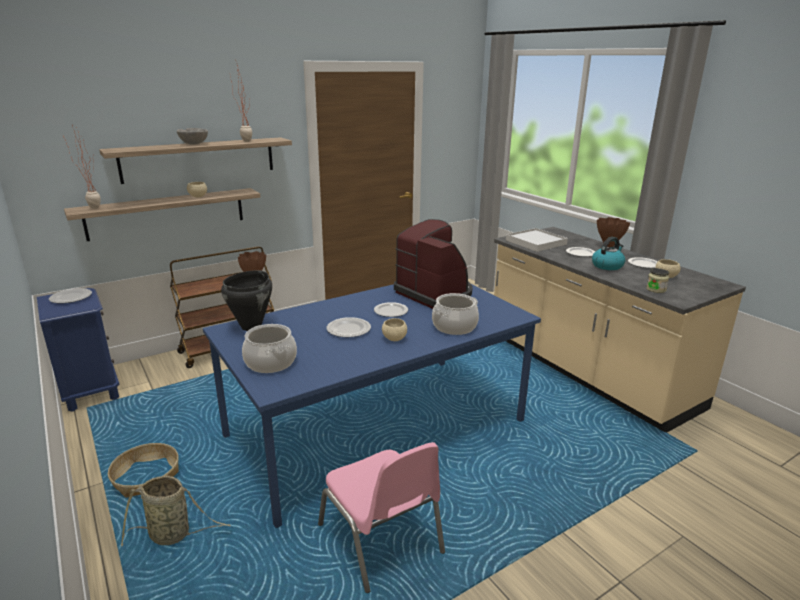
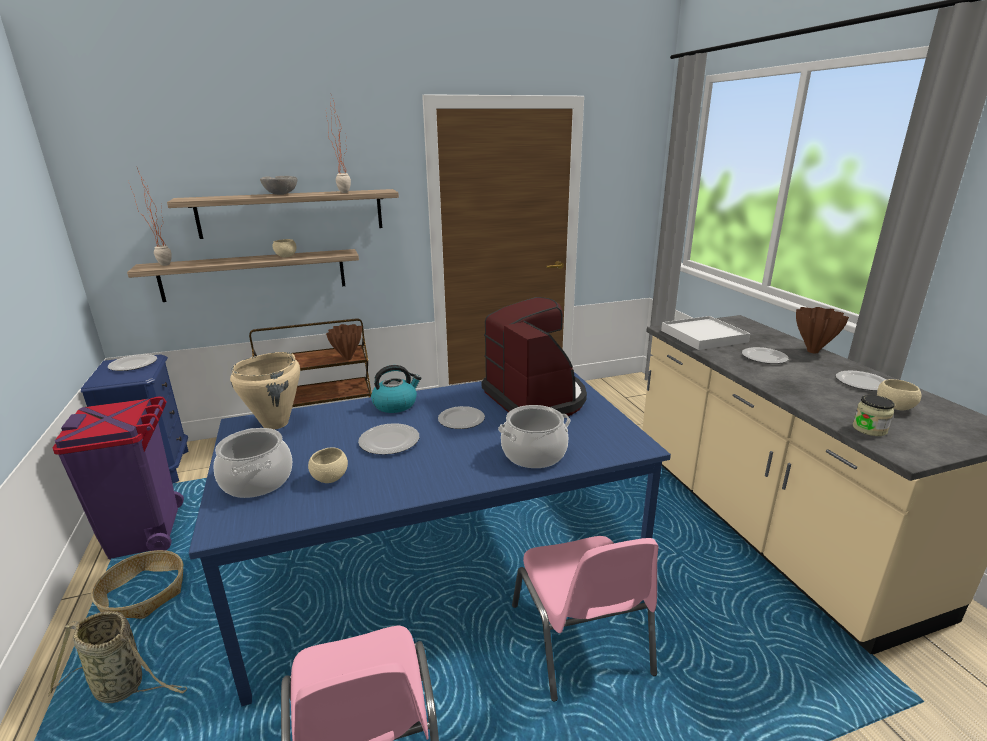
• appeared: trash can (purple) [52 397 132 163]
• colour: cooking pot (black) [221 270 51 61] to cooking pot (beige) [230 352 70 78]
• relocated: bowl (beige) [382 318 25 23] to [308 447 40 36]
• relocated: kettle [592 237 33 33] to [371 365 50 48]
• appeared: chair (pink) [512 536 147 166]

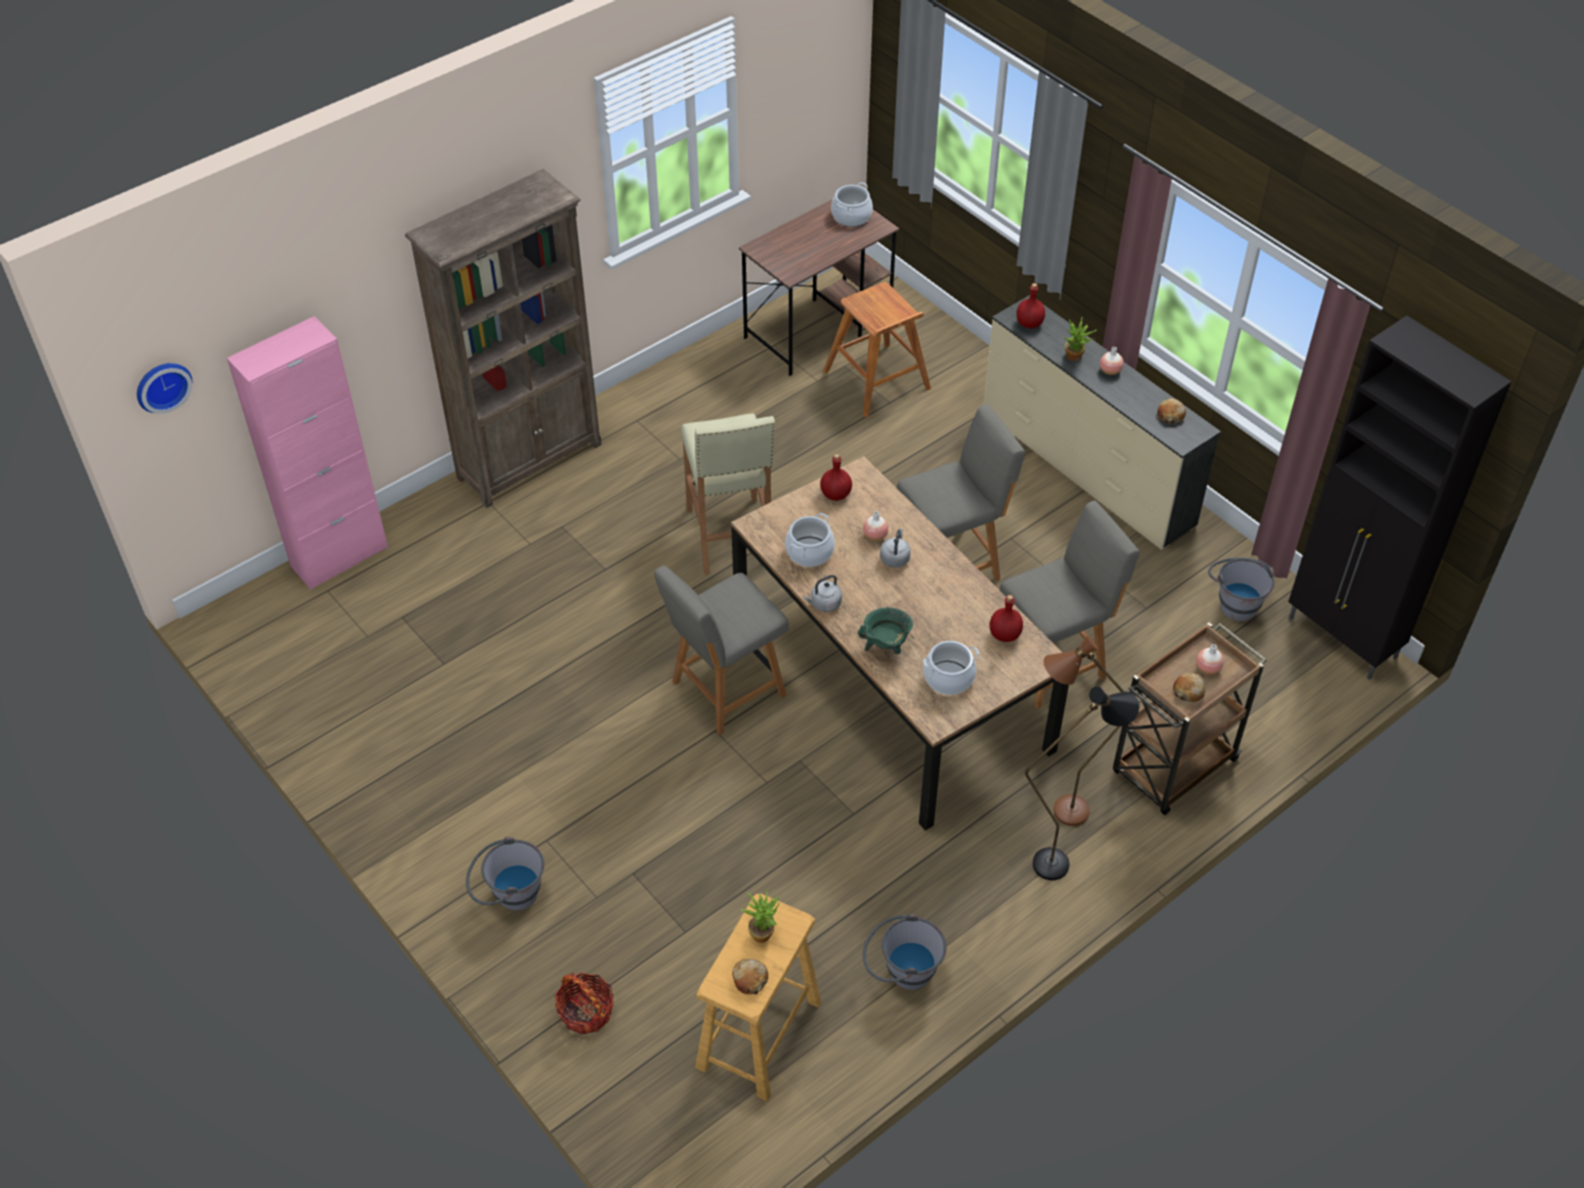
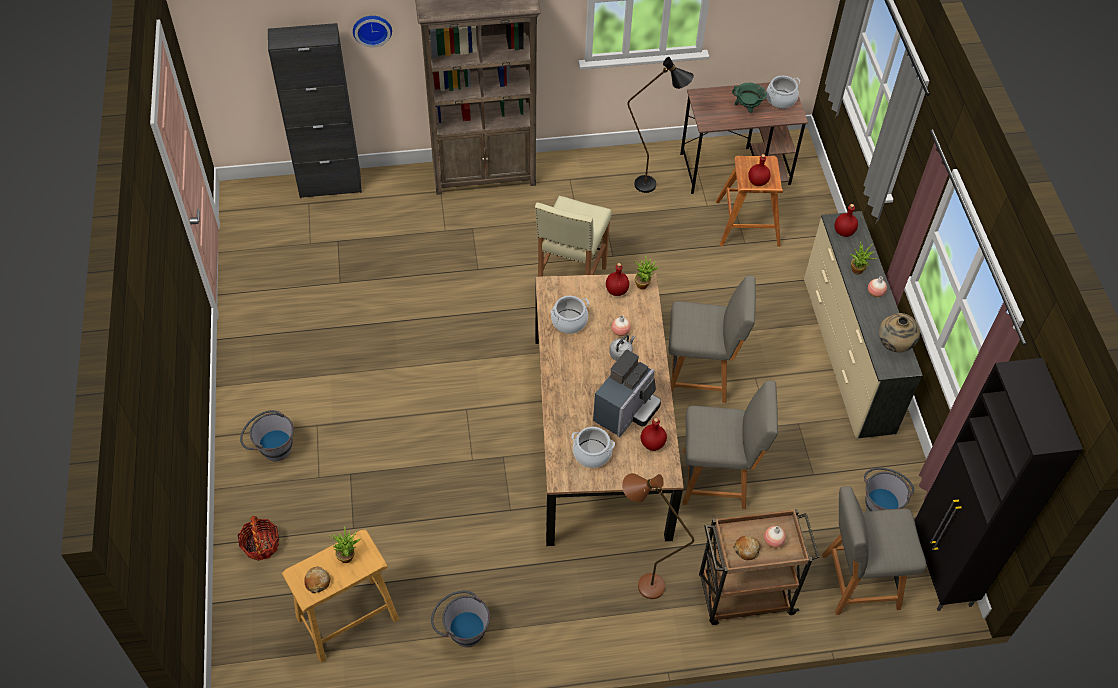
• colour: cabinet (pink) [227 316 161 274] to cabinet (black) [268 23 94 175]
• relocated: wall clock [137 363 55 51] to [353 16 39 32]
• appeared: coffee machine [593 350 68 87]
• relocated: floor lamp (black) [1025 686 114 194] to [627 57 67 136]
• appeared: potted plant [633 256 27 33]
• relocated: cooking pot (green) [858 607 55 47] to [732 83 35 30]
• appeared: bottle (red) [748 154 22 32]
• relocated: chair (grey) [654 566 135 169] to [822 486 104 129]
• exchanged: bread [1157 398 29 26] to vase (beige) [879 313 41 40]
• missing: kettle (grey) [803 575 39 37]

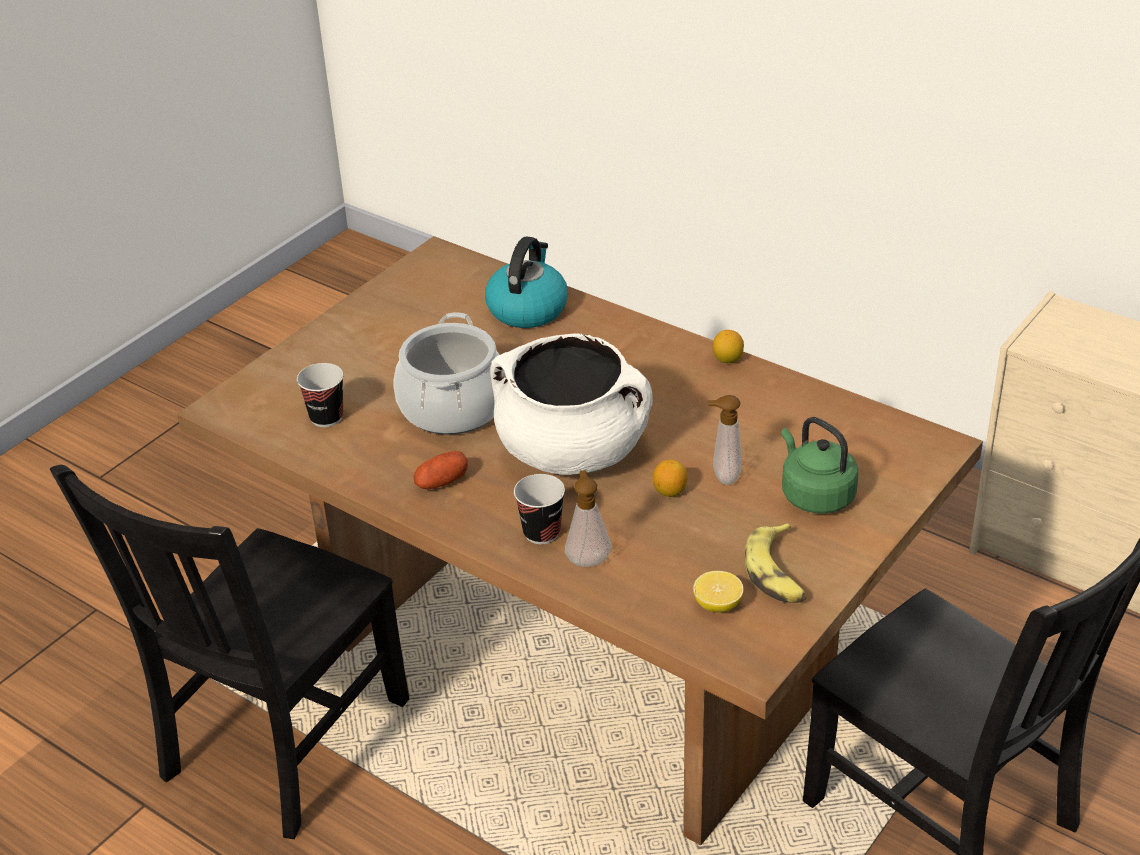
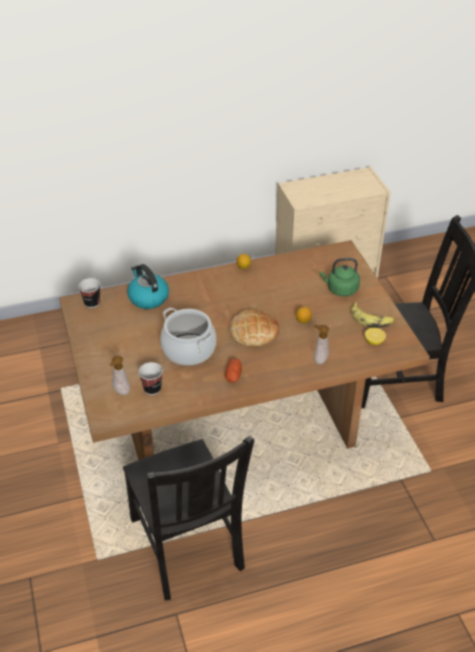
• relocated: cup [514 474 51 70] to [79 278 21 30]
• relocated: soap dispenser [707 395 35 90] to [109 356 21 39]
• exchanged: cooking pot (white) [490 333 163 142] to bread [229 309 50 38]

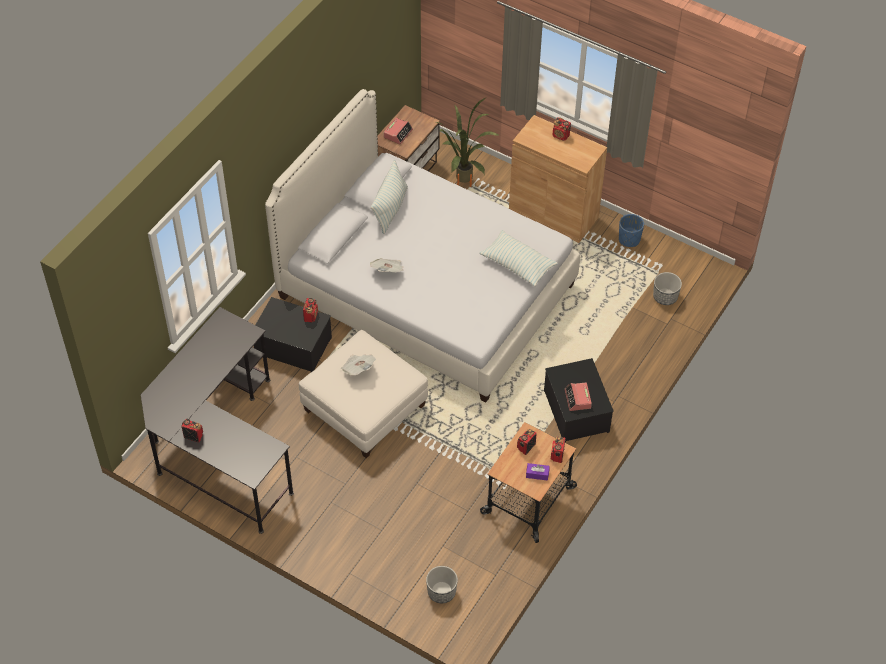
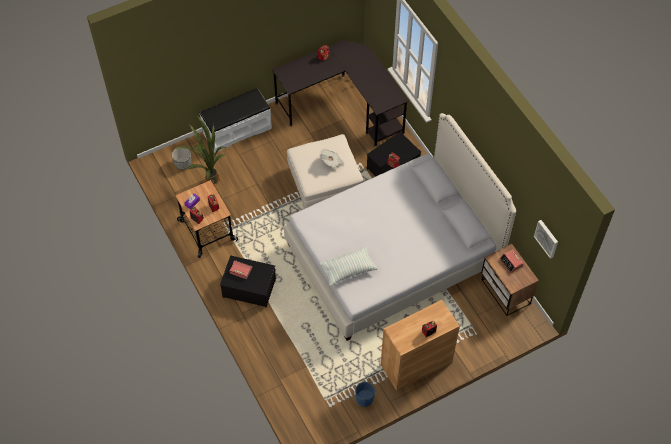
• relocated: potted plant [435 97 65 90] to [175 117 52 70]
• appeared: bench (white) [199 88 73 65]
• appeared: picture [534 220 24 39]
• missing: newspaper [370 258 33 15]
• missing: pillow [371 160 37 74]
• missing: planter [653 272 29 33]

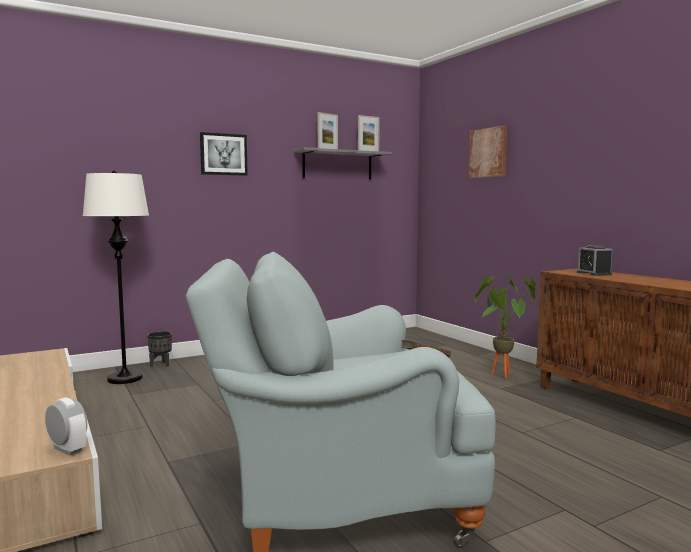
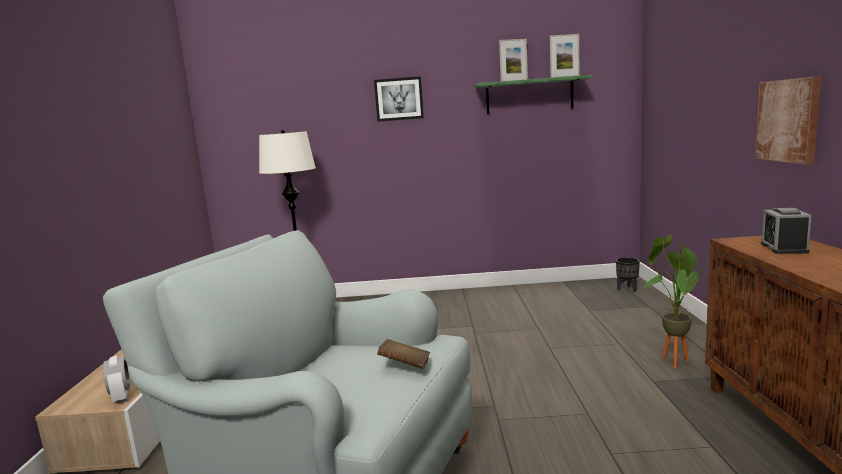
• colour: shelf (grey) [293 147 99 32] to shelf (green) [475 75 118 39]
• relocated: planter (black) [147 331 25 36] to [616 257 24 35]
• relocated: picture [468 125 39 53] to [755 76 66 89]

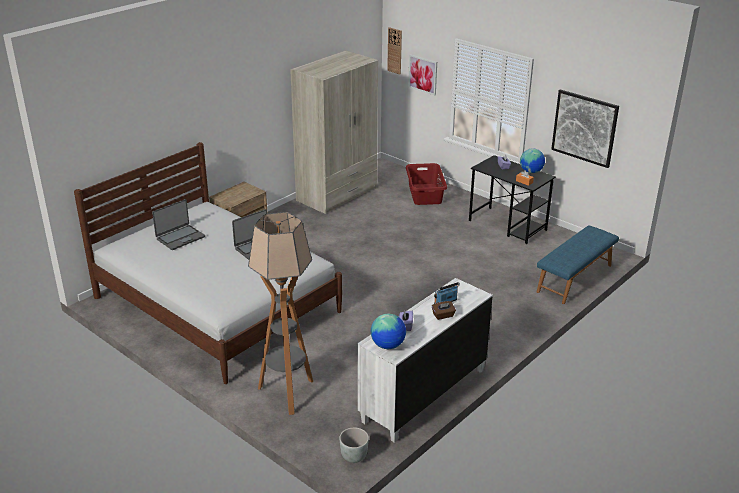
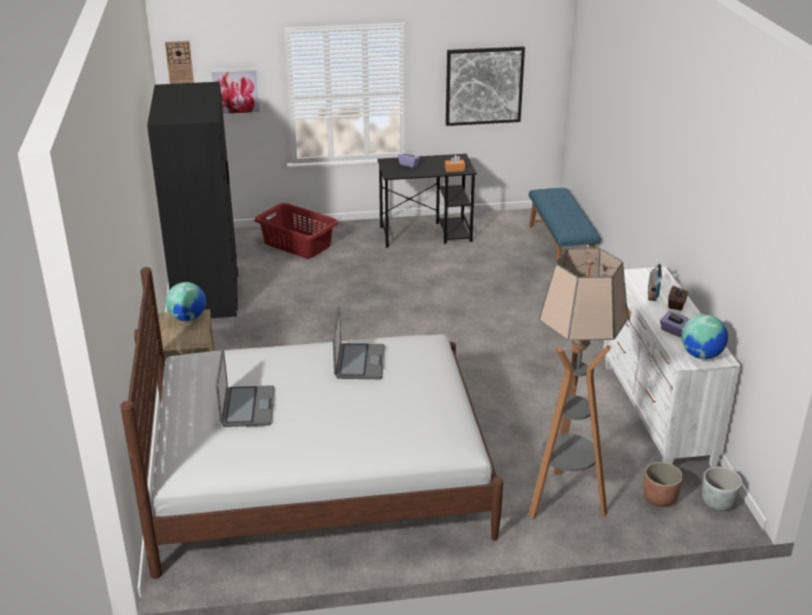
• colour: wardrobe (beige) [290 50 88 164] to wardrobe (black) [147 82 91 236]
• relocated: globe [520 148 25 25] to [166 282 40 39]
• appeared: planter [643 462 40 45]

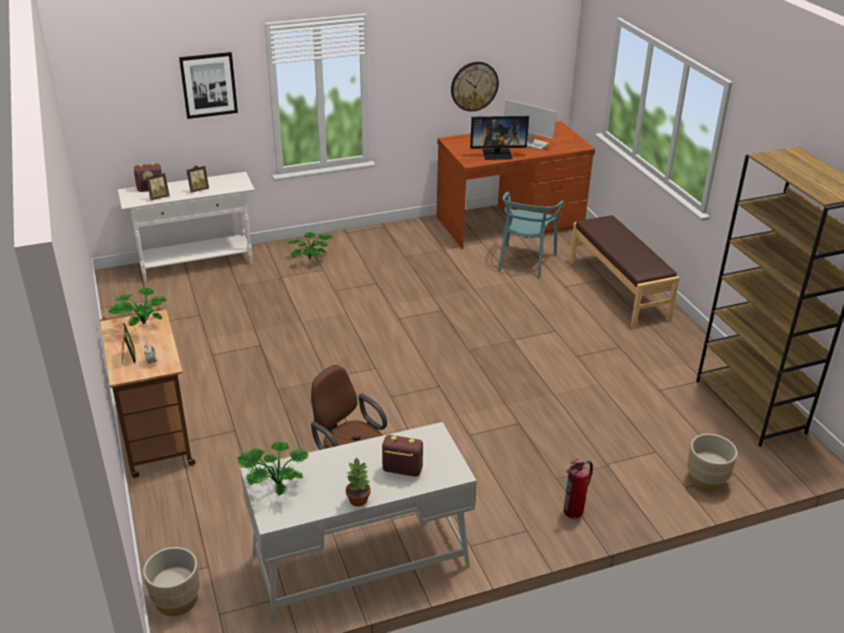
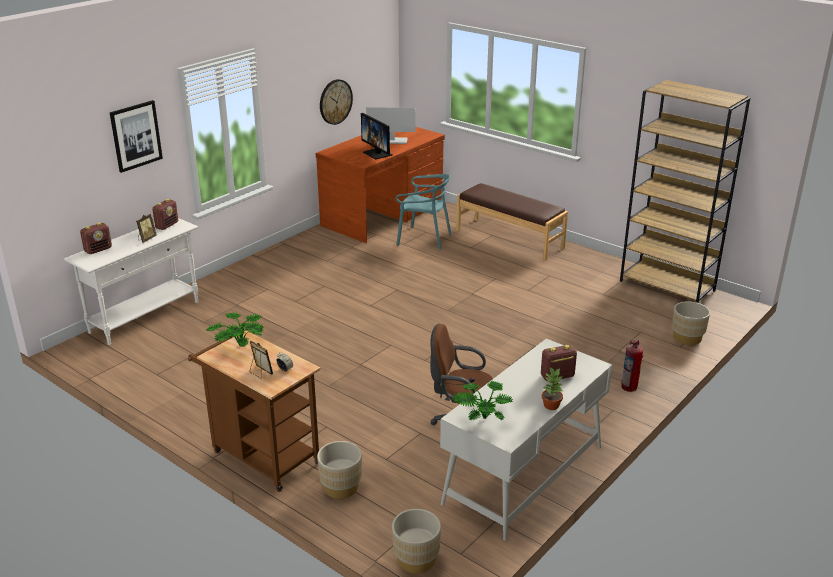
• appeared: radio [152 199 26 31]
• appeared: planter (beige) [317 441 45 58]
• spun: monitor [470 116 59 44] = [361 113 32 46] 90 degrees clockwise
• spun: chair (turquoise) [498 192 66 86] = [395 174 56 76] 60 degrees counterclockwise
• missing: picture frame [146 173 24 27]
• missing: potted plant [288 232 44 28]

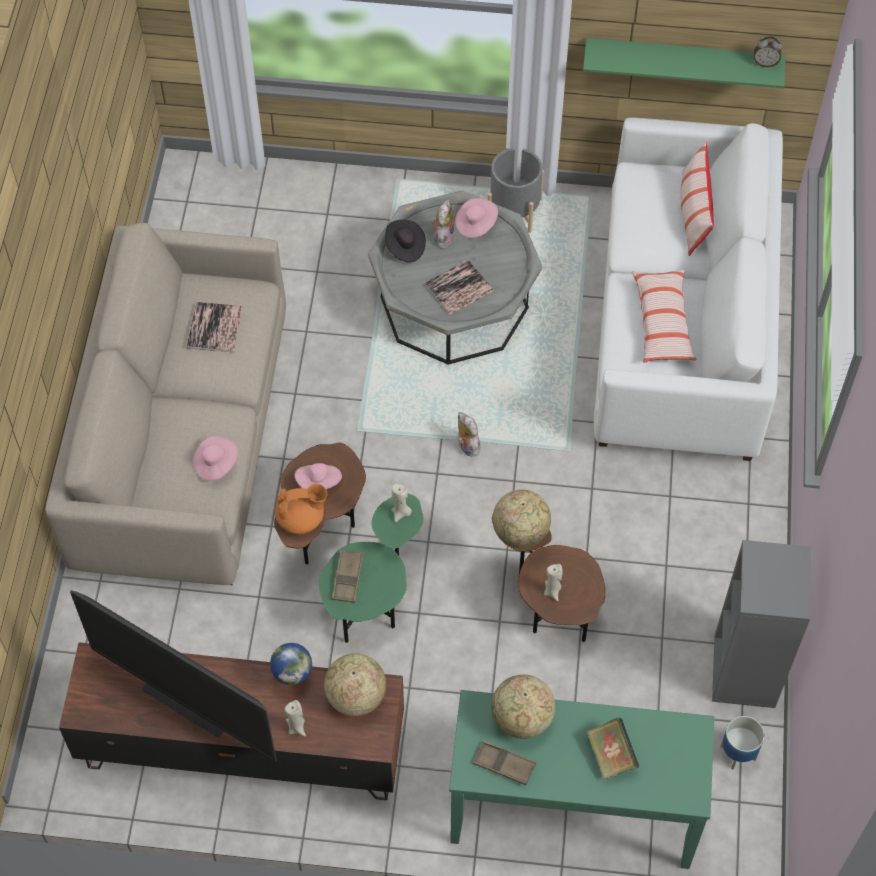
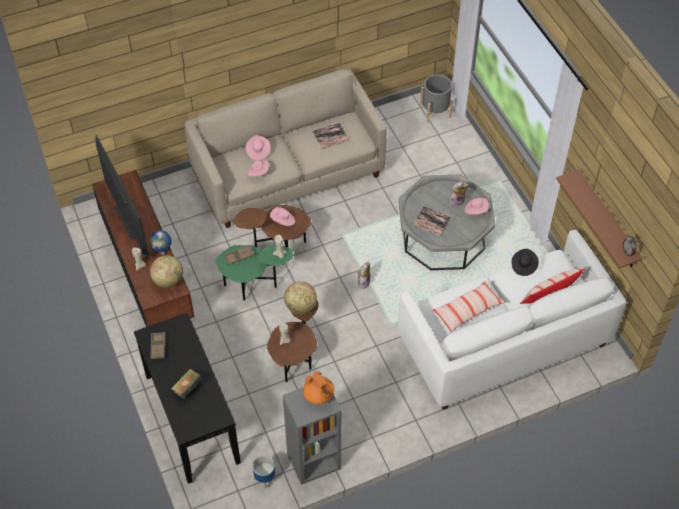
• spun: television [70 590 207 172] = [95 135 55 123] 150 degrees clockwise
• colour: console table (green) [449 690 265 179] to console table (black) [134 313 107 171]
• appeared: hat (pink) [246 135 25 26]
• relocated: teapot (orange) [275 484 52 50] to [303 371 32 33]
• relocated: planter (grey) [488 148 56 85] to [420 74 33 48]
• relocated: hat (black) [385 220 41 42] to [512 249 27 27]
• colour: shelf (green) [583 38 202 50] to shelf (brown) [556 170 87 98]
• missing: globe [491 675 64 64]

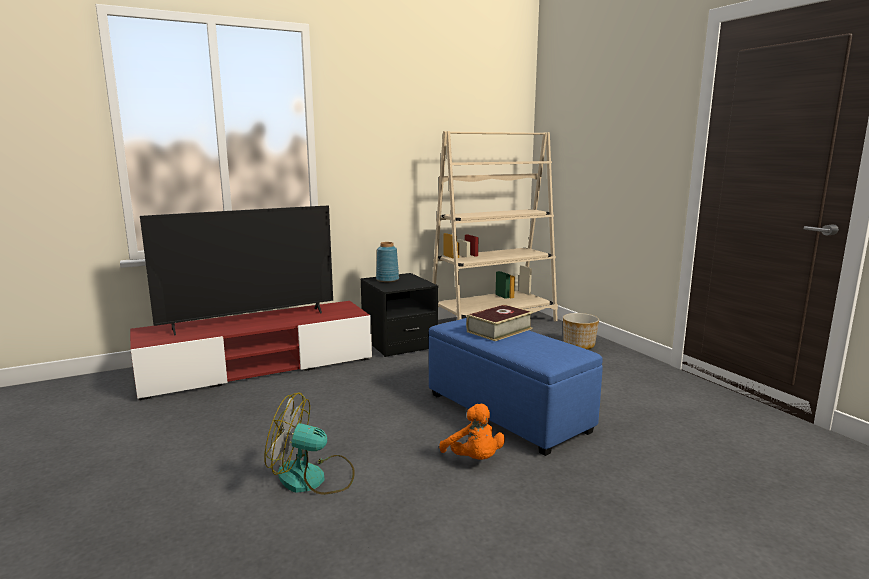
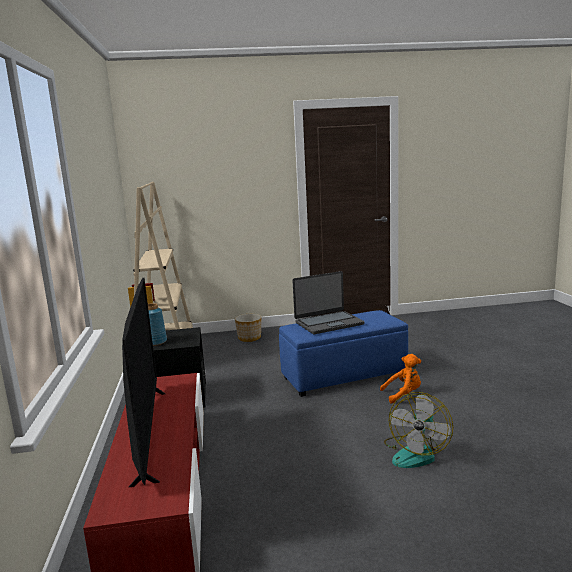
• exchanged: book [466 304 67 37] to laptop [292 271 72 63]

